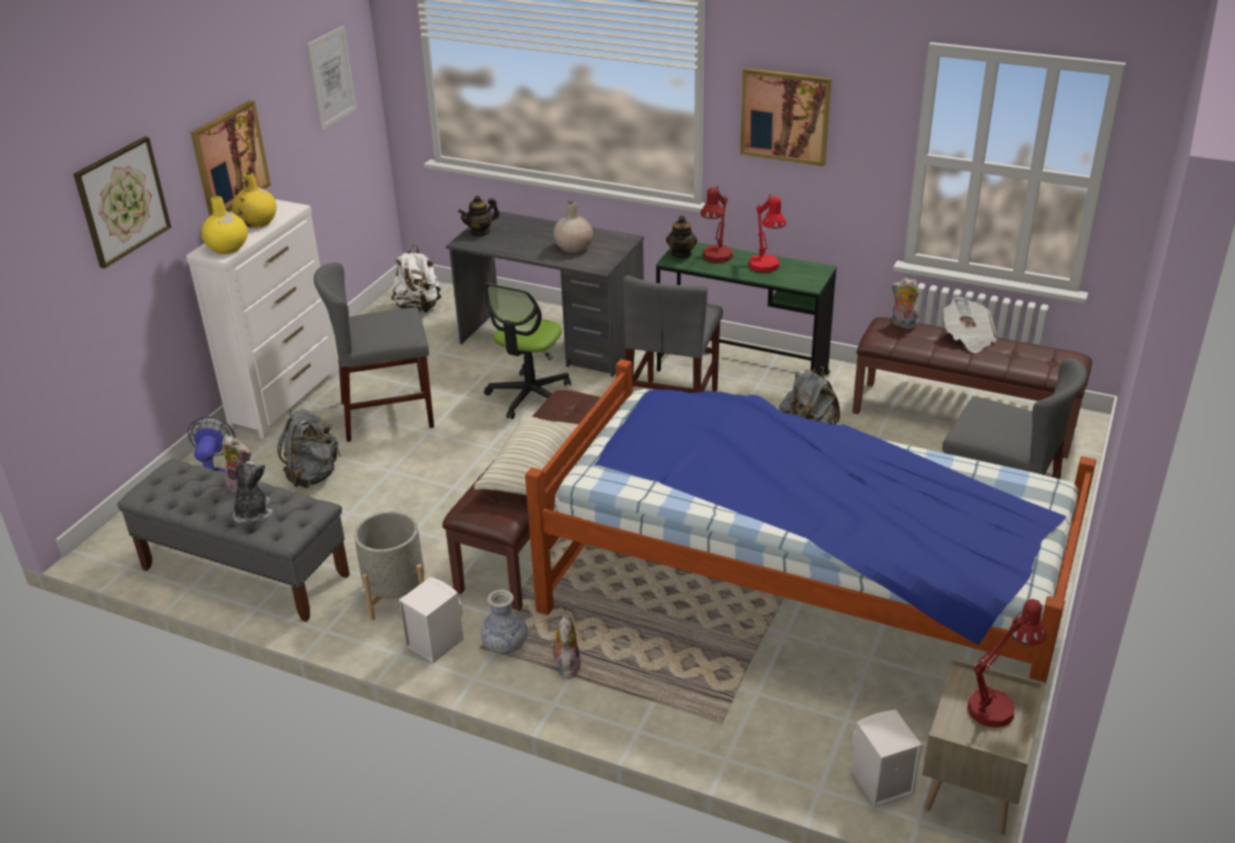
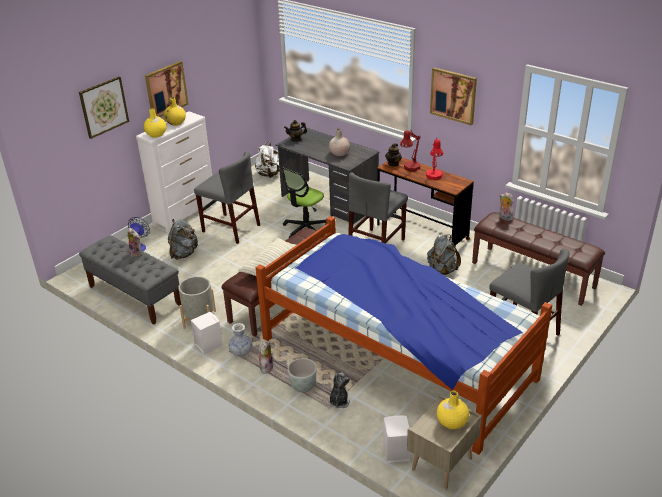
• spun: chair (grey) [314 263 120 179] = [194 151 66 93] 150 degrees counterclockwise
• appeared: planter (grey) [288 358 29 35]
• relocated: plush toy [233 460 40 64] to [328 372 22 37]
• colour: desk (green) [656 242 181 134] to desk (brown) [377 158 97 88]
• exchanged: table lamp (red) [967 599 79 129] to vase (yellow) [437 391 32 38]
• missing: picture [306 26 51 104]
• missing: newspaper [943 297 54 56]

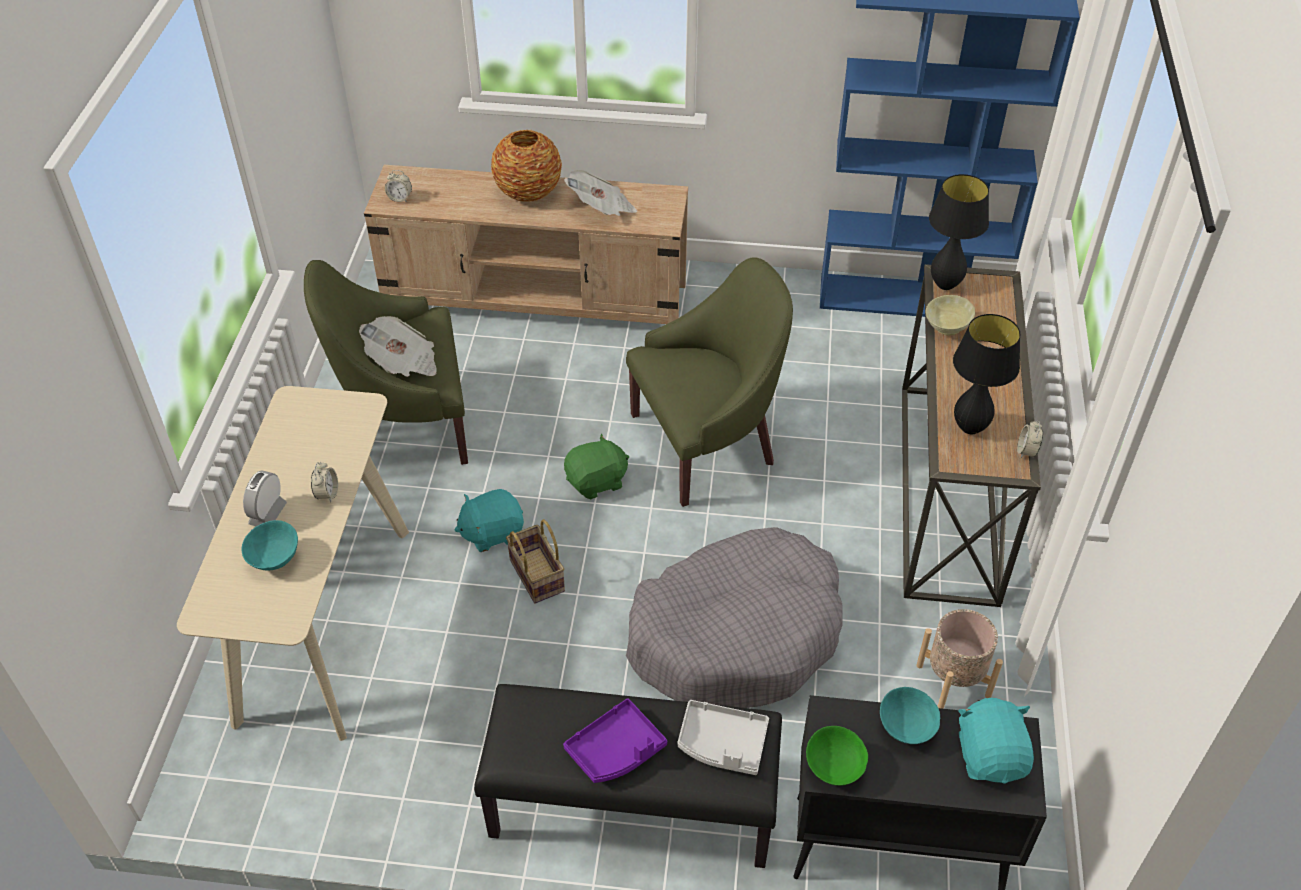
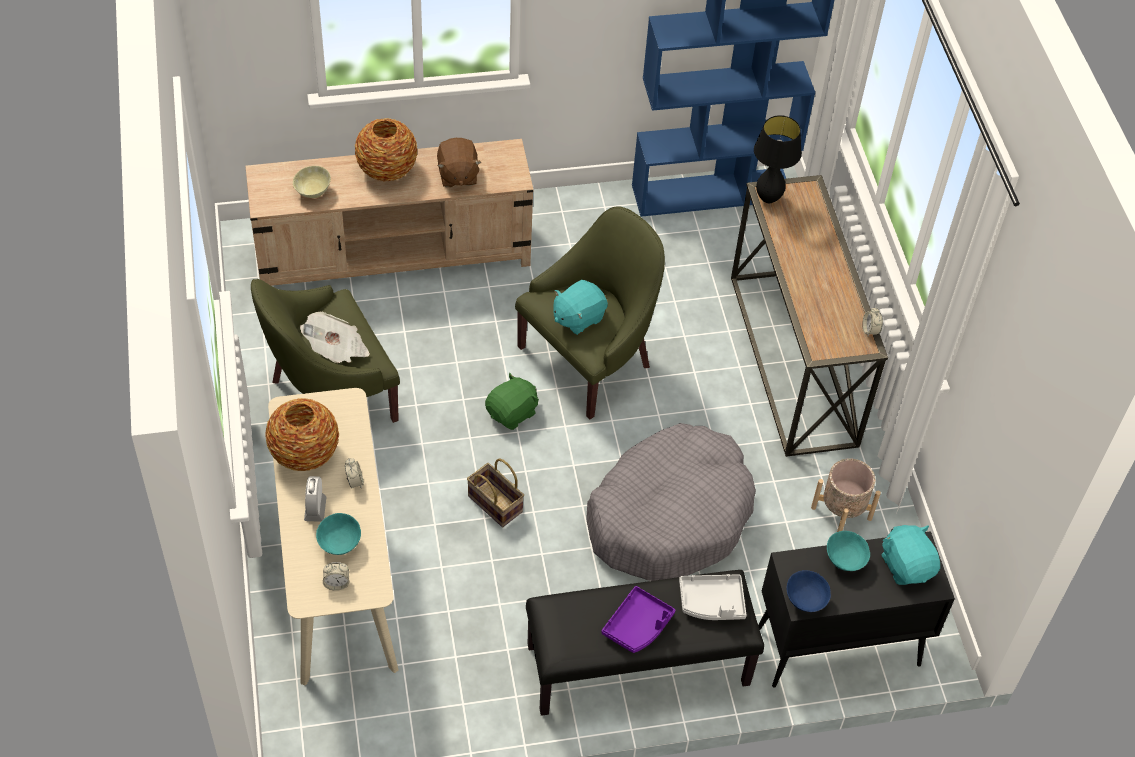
• appeared: vase [265 398 74 73]
• relocated: bowl (beige) [925 295 50 40] to [293 166 38 32]
• relocated: alarm clock [385 170 27 32] to [323 562 26 29]
• exchanged: newspaper [564 170 74 46] to plush toy (brown) [437 138 45 49]
• relocated: plush toy (turquoise) [455 489 69 63] to [553 280 55 55]
• colour: bowl (green) [806 726 62 60] to bowl (blue) [787 570 44 42]
• missing: table lamp (black) [953 314 67 120]

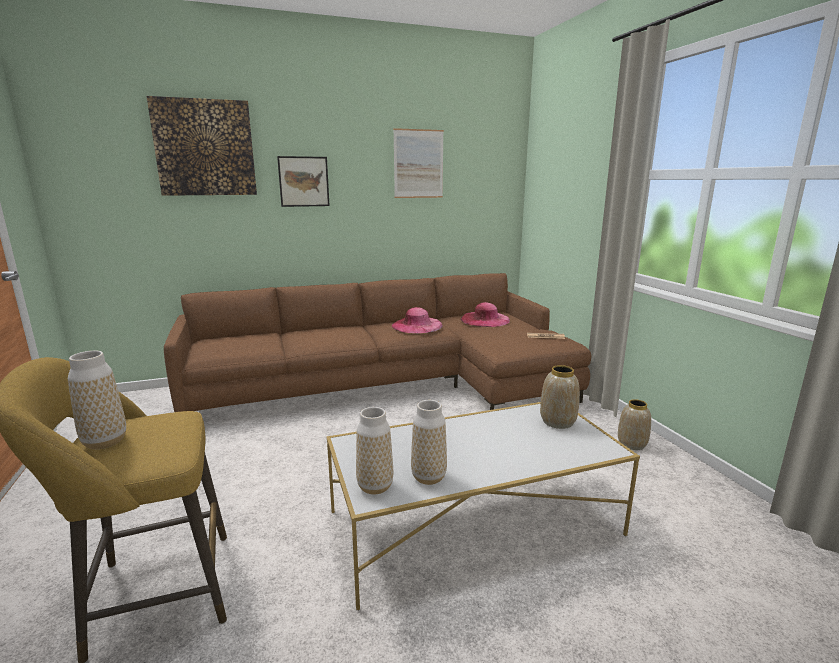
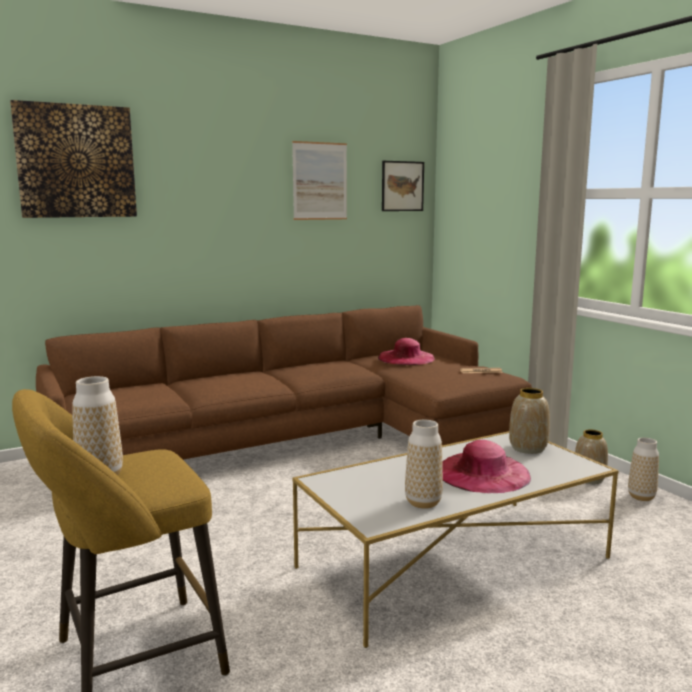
• relocated: picture [277 156 53 51] to [382 161 42 50]
• relocated: hat (pink) [392 307 51 26] to [442 440 89 53]
• relocated: vase [356 407 37 87] to [628 438 31 63]

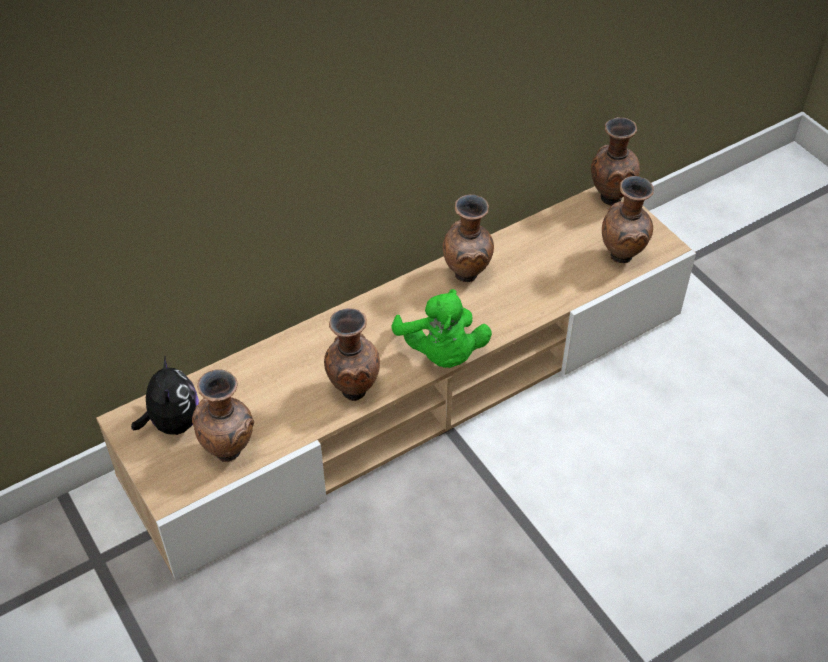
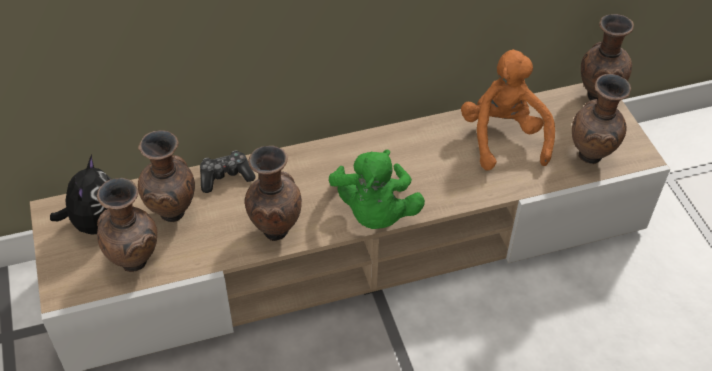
• relocated: vase (brown) [443 194 51 88] to [138 130 57 92]
• appeared: game controller [200 151 55 42]
• appeared: plush toy (orange) [461 49 94 122]

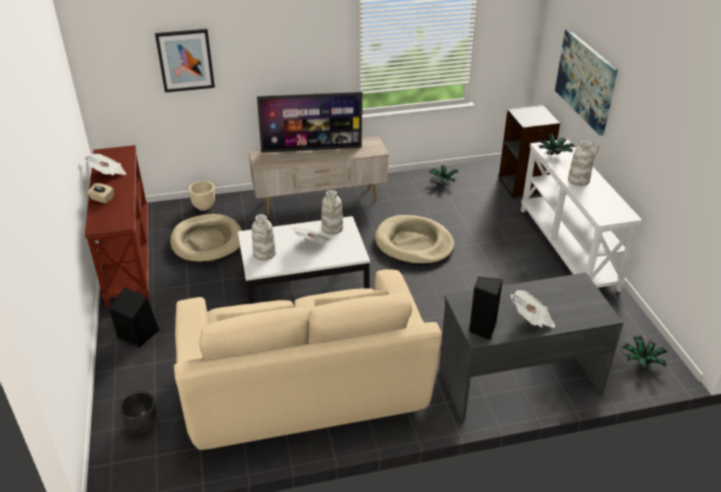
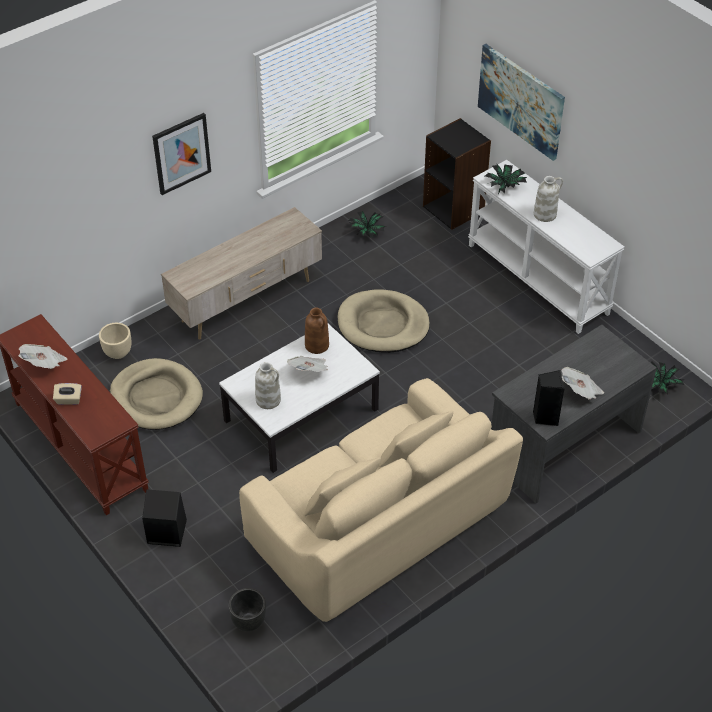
• relocated: picture [155 29 60 64] to [152 113 59 82]
• colour: vase (white) [321 190 22 45] to vase (brown) [305 308 24 46]
• missing: television [257 92 105 61]

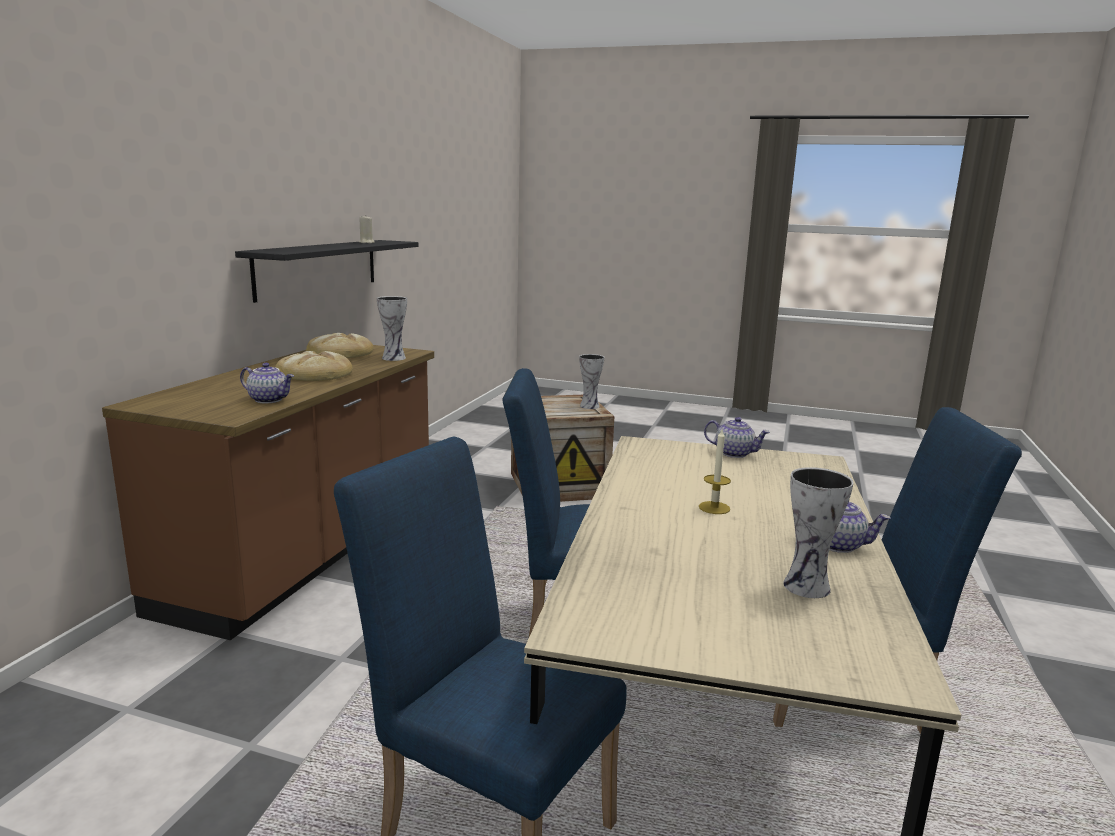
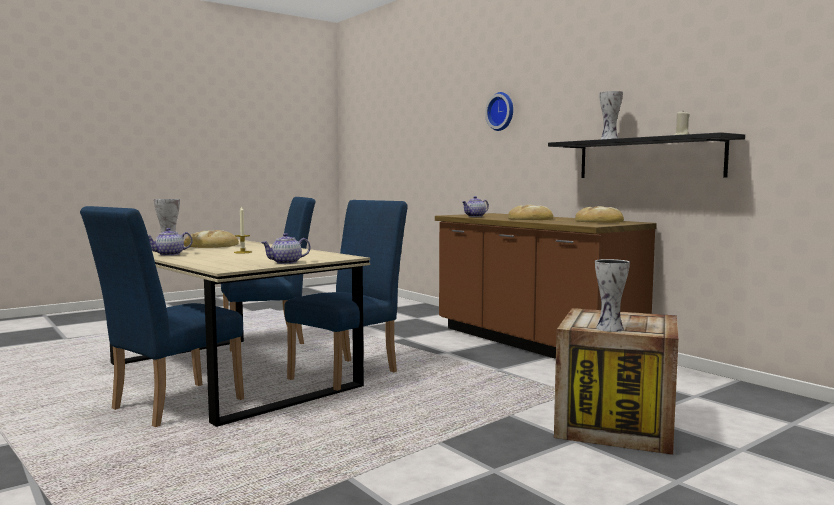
• appeared: bread [184 230 55 18]
• appeared: wall clock [485 92 28 39]
• relocated: vase [377 296 30 65] to [599 91 24 48]

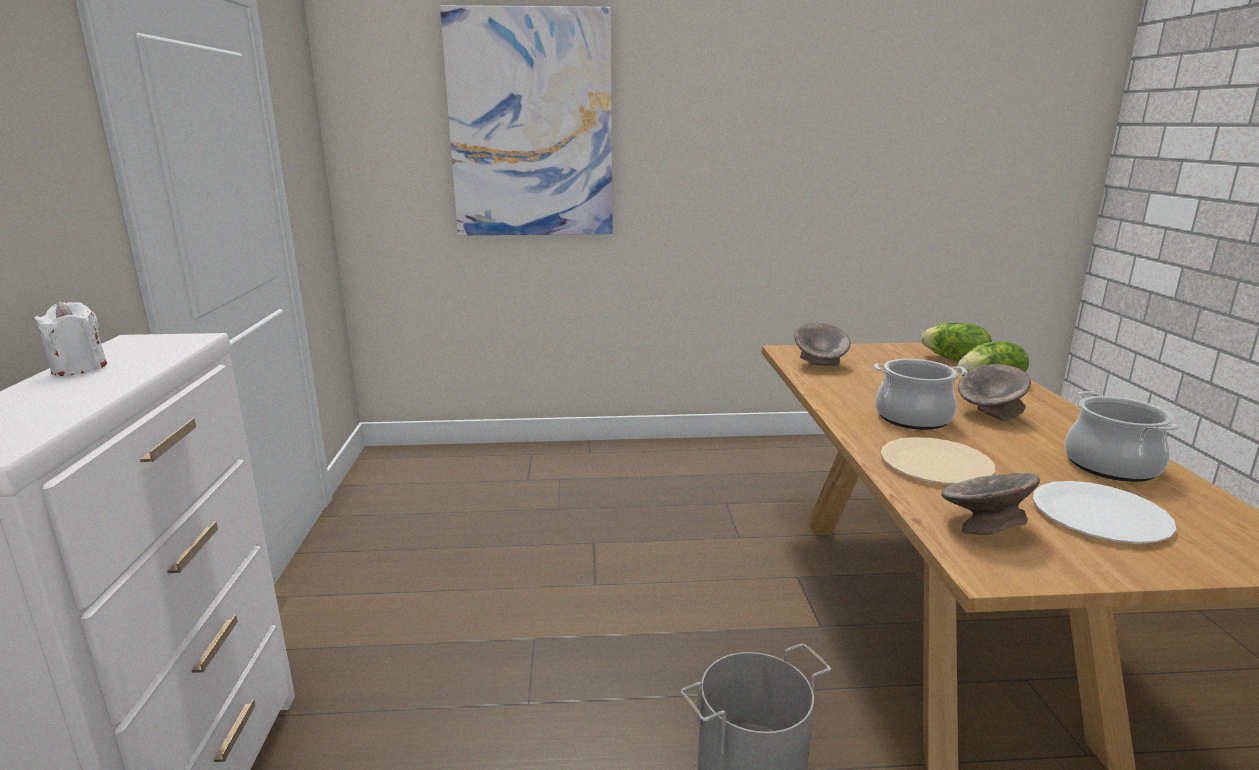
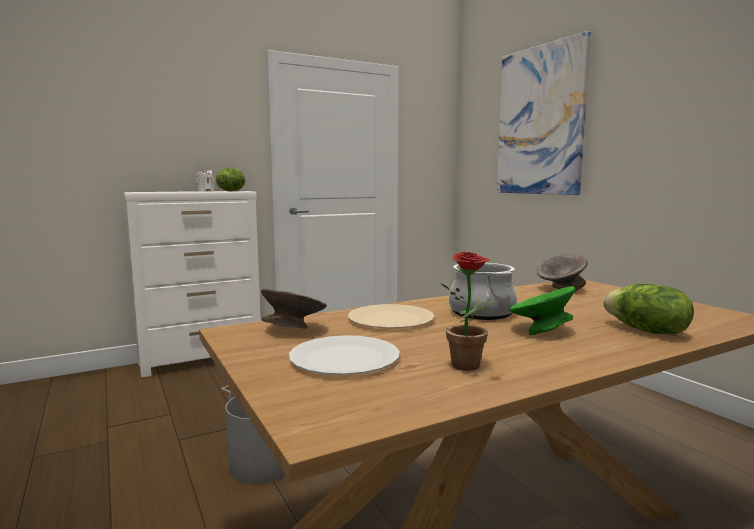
• relocated: lettuce [921 323 71 39] to [216 168 29 23]
• exchanged: cooking pot [1065 391 114 91] to potted plant [441 252 57 119]
• colour: bowl (grey) [958 364 73 57] to bowl (green) [509 286 66 49]

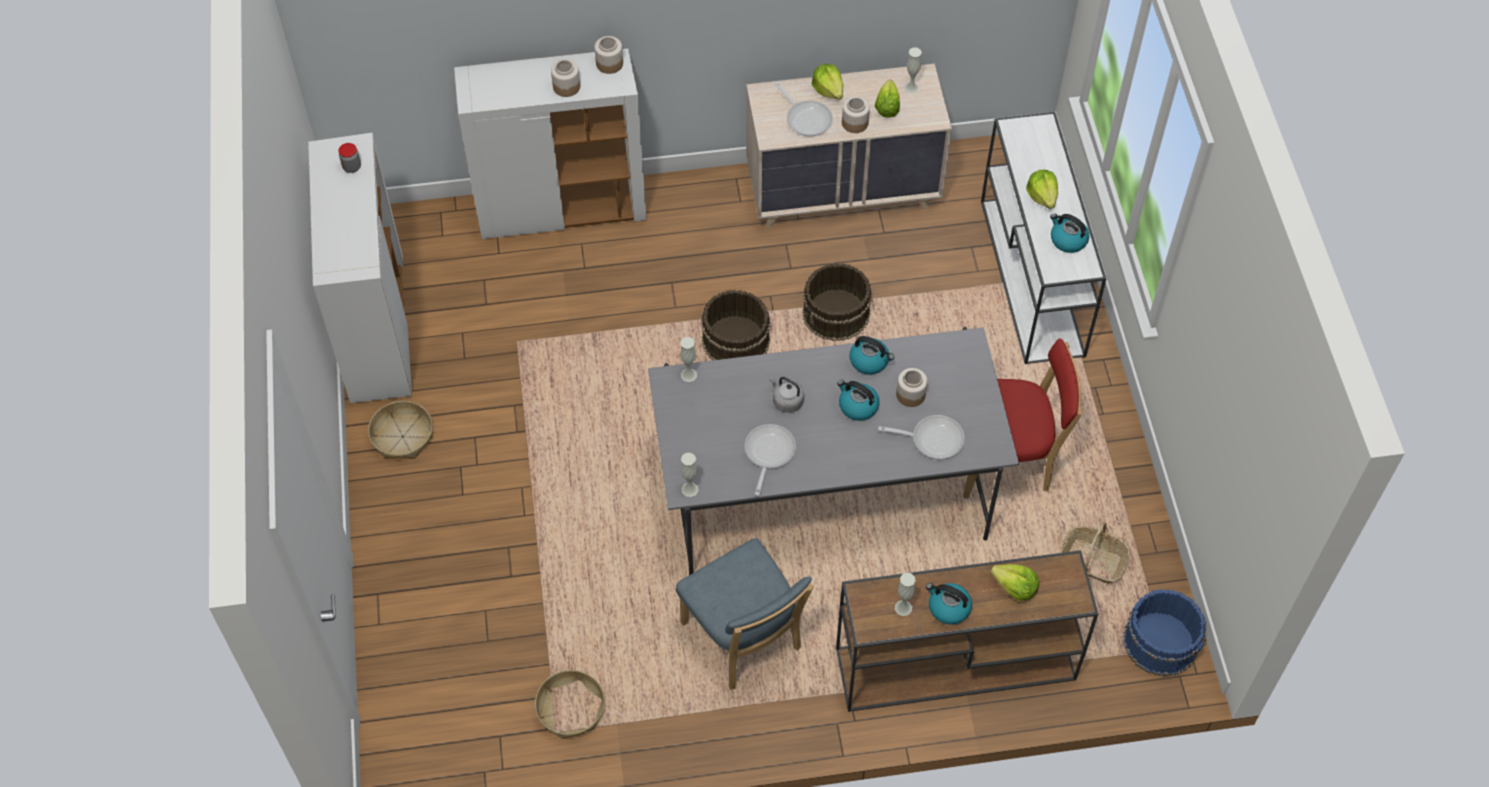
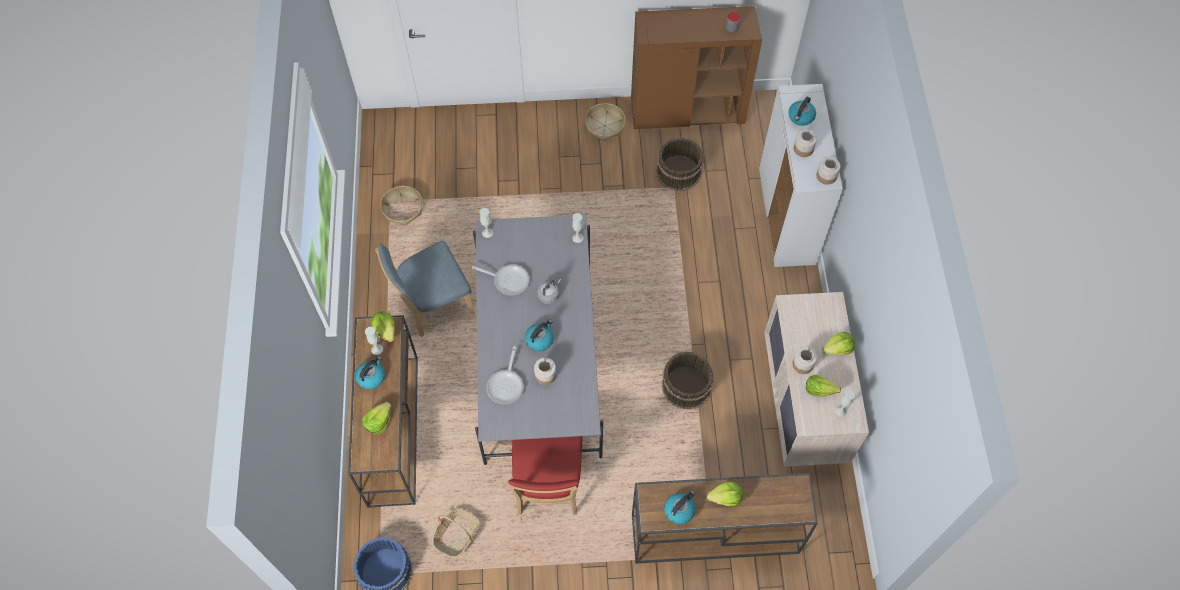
• appeared: lettuce [371 311 24 31]
• colour: cabinet (white) [308 133 104 270] to cabinet (brown) [631 6 131 123]
• colour: console table (white) [981 112 125 252] to console table (brown) [632 473 186 91]
• relocated: bucket (brown) [701 290 70 70] to [656 138 48 53]
• relocated: kettle [850 336 44 39] to [788 97 28 29]
• missing: frying pan [774 82 59 54]

